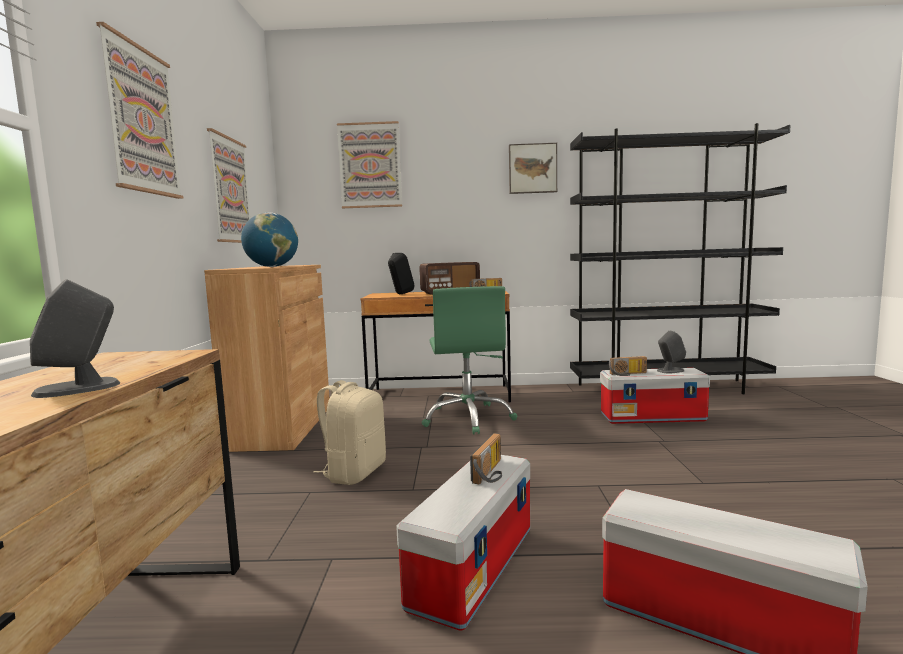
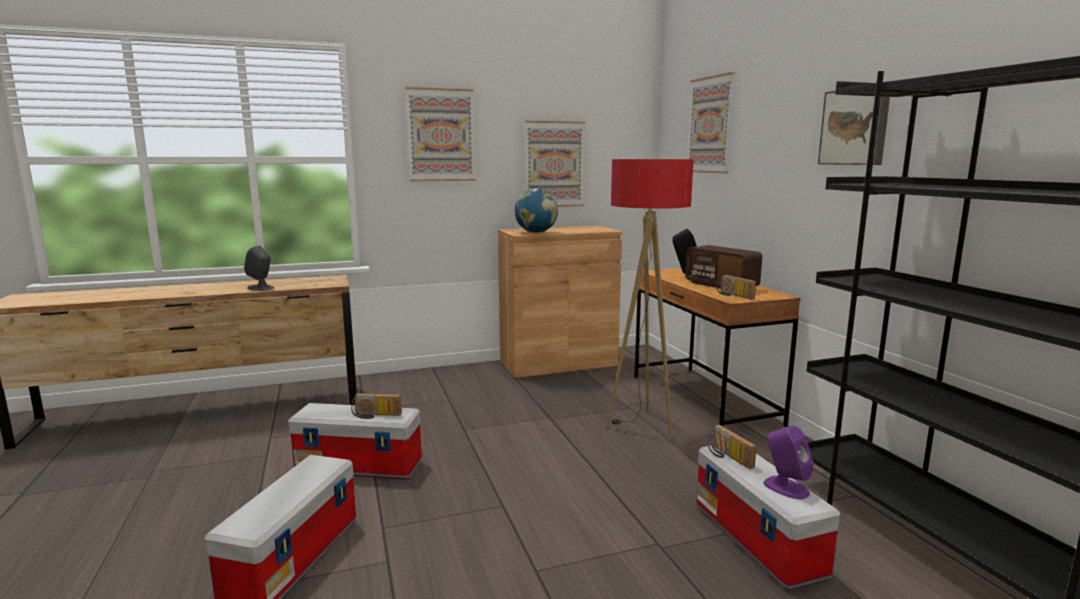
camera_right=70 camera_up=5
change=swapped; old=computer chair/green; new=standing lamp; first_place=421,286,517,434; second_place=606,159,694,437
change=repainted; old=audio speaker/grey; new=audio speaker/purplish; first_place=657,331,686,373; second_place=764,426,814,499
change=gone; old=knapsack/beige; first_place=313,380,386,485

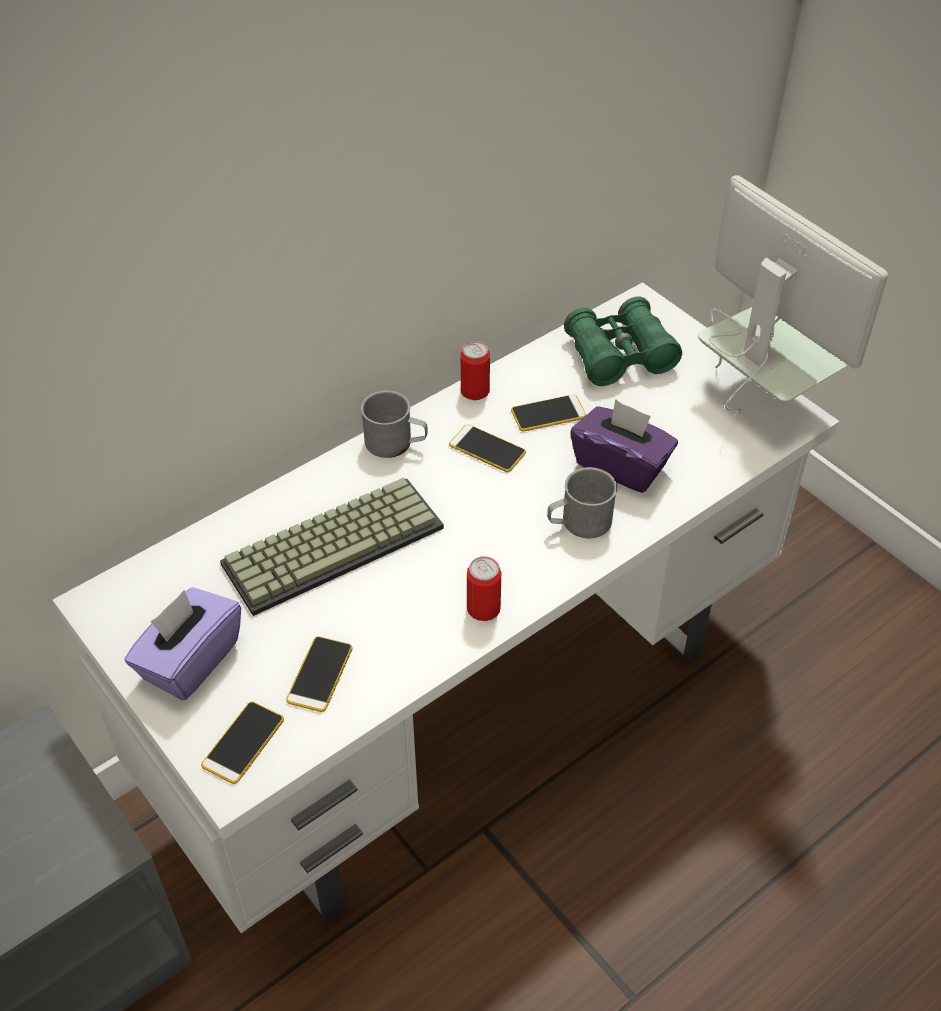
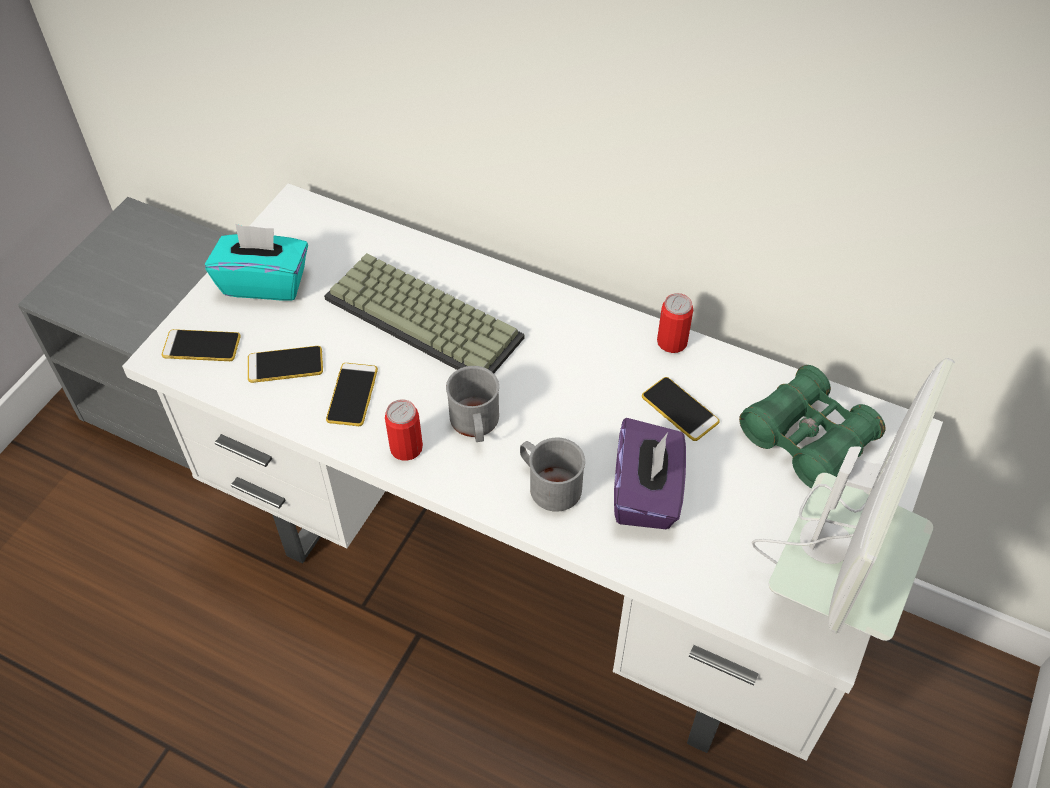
camera_right=65 camera_up=5
change=repainted; old=tissue box/purplish; new=tissue box/turquoise; first_place=125,587,241,700; second_place=205,224,308,301
change=shifted; old=telephone; first_place=449,424,526,472; second_place=326,363,378,426
change=shifted; old=coffee mug/grey; first_place=361,390,428,458; second_place=446,366,499,442

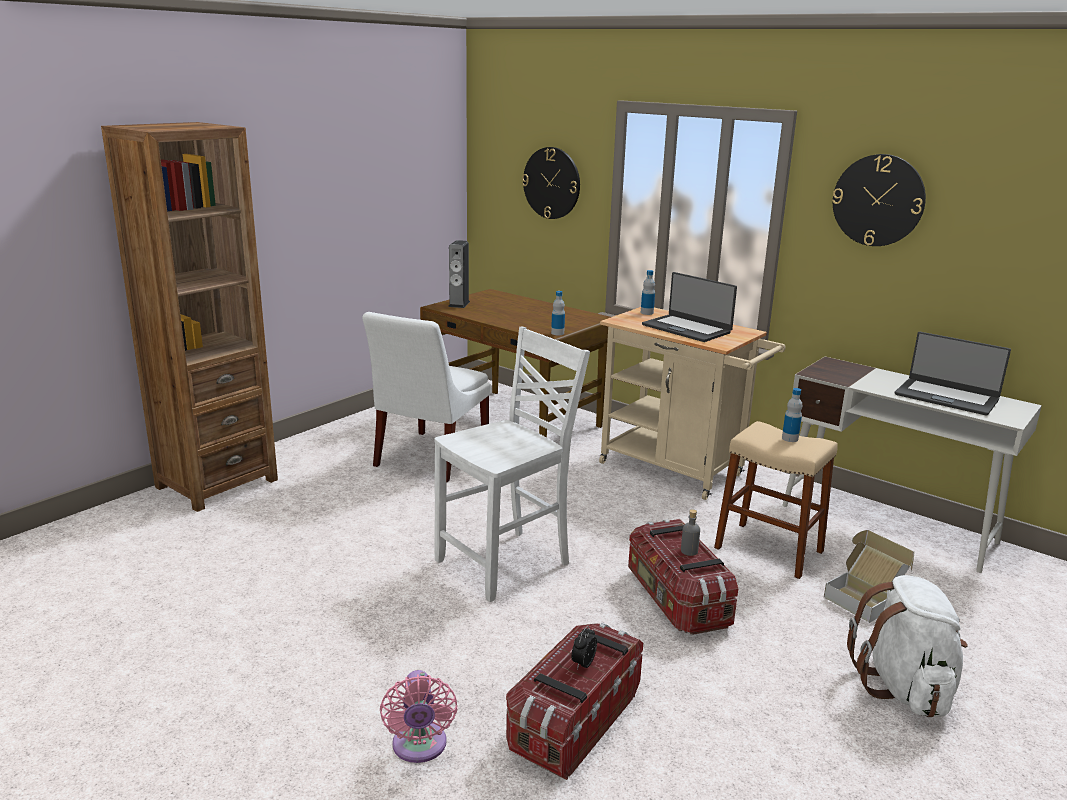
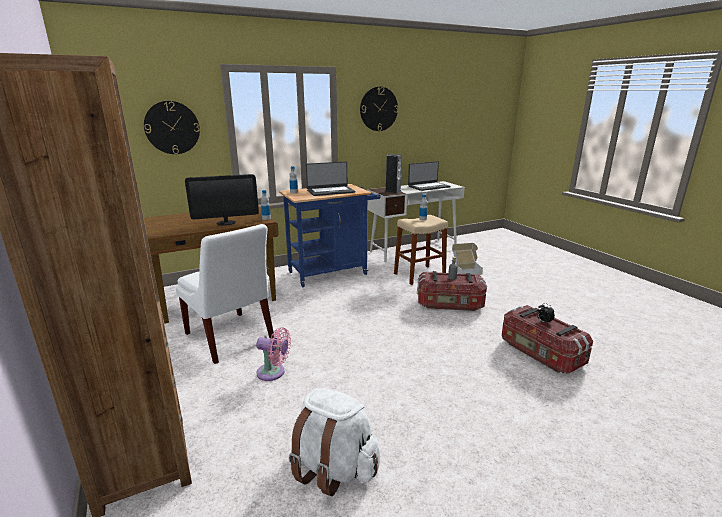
camera_right=-65 camera_up=0
change=new; new=computer screen; second_place=185,174,259,226
change=shifted; old=cooling fan/pink-coloured; first_place=380,670,457,763; second_place=256,327,291,381
change=repainted; old=cart/beige; new=cart/blue; first_place=599,307,786,500; second_place=279,184,381,287
change=shifted; old=knapsack/white; first_place=847,575,968,718; second_place=289,388,380,496
change=shifted; old=audio speaker; first_place=448,240,470,308; second_place=385,154,402,193
change=gone; old=plain chair/white; first_place=434,327,590,602

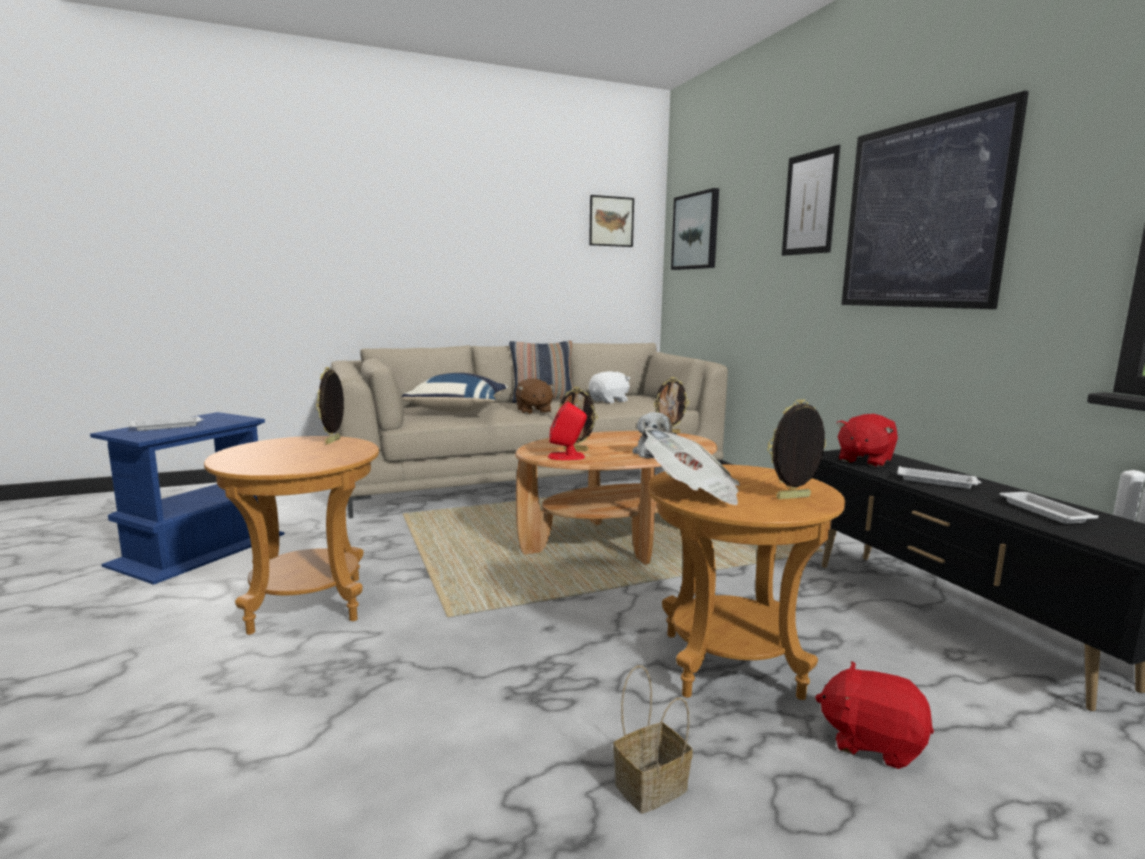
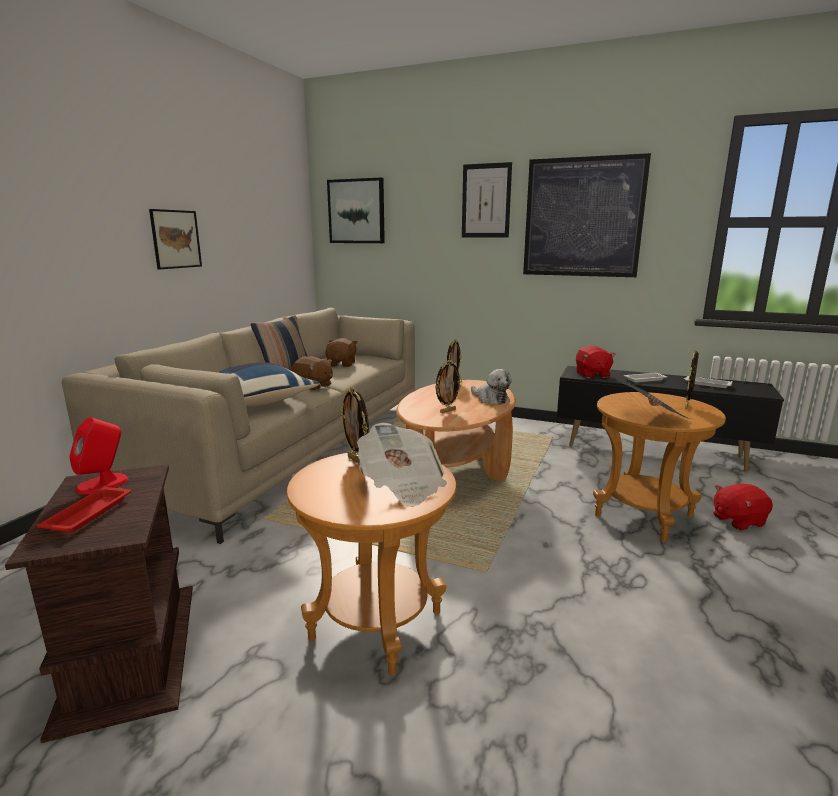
camera_right=-45 camera_up=5
change=repainted; old=end table/blue; new=end table/brownish; first_place=90,412,285,585; second_place=5,465,193,743
change=repainted; old=carrying tray/white; new=carrying tray/reddish; first_place=130,416,204,431; second_place=37,487,131,533
change=shifted; old=audio speaker/reddish; first_place=548,402,587,460; second_place=69,417,129,495
change=shifted; old=picture; first_place=589,195,634,247; second_place=149,209,202,269
change=repainted; old=plush toy/white; new=plush toy/brownish; first_place=589,371,630,404; second_place=325,338,358,367
change=new; new=printed paper; second_place=357,423,447,507
change=gone; old=household basket; first_place=613,665,693,814

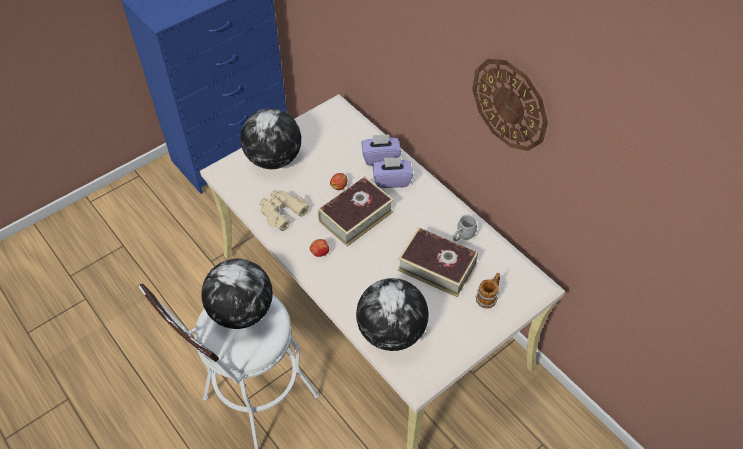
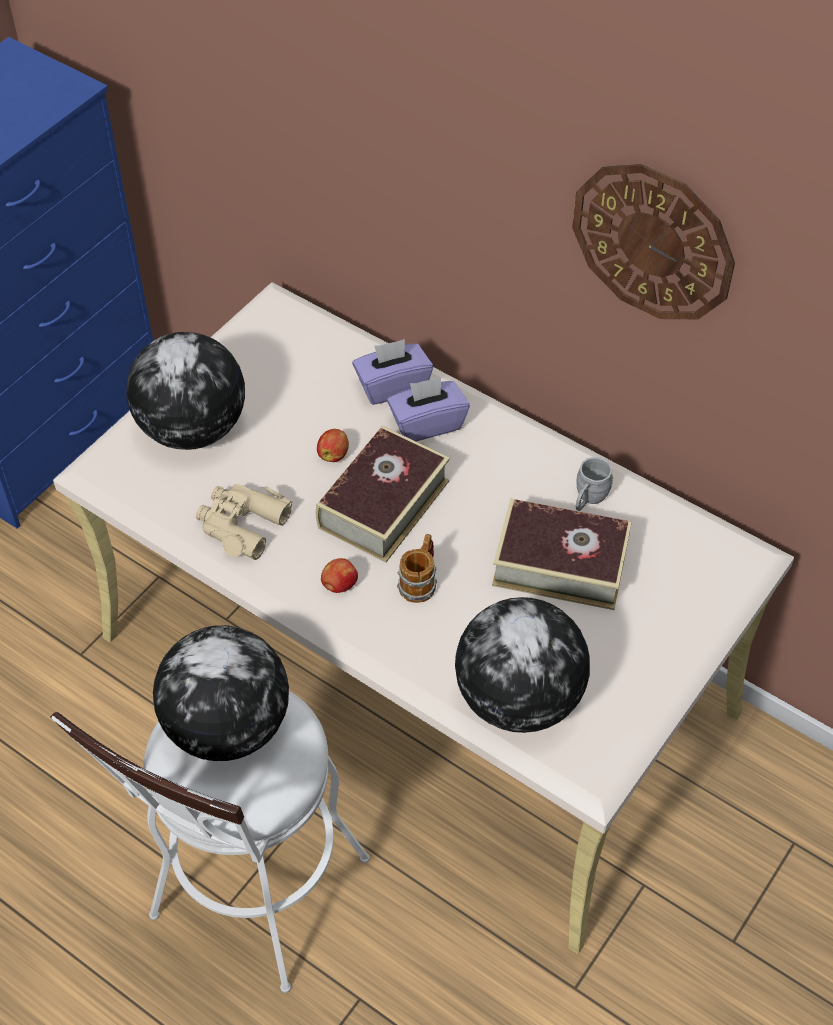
camera_right=-15 camera_up=0
change=shifted; old=coffee mug; first_place=476,273,500,309; second_place=397,534,437,603

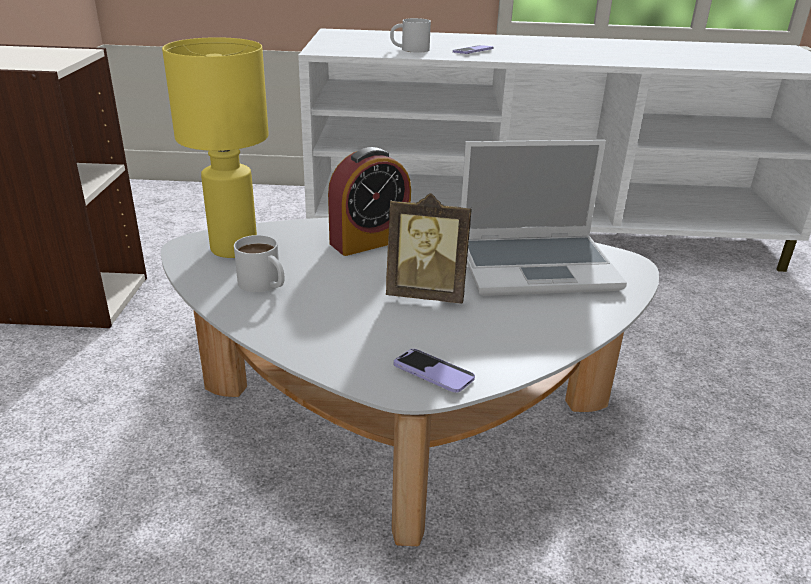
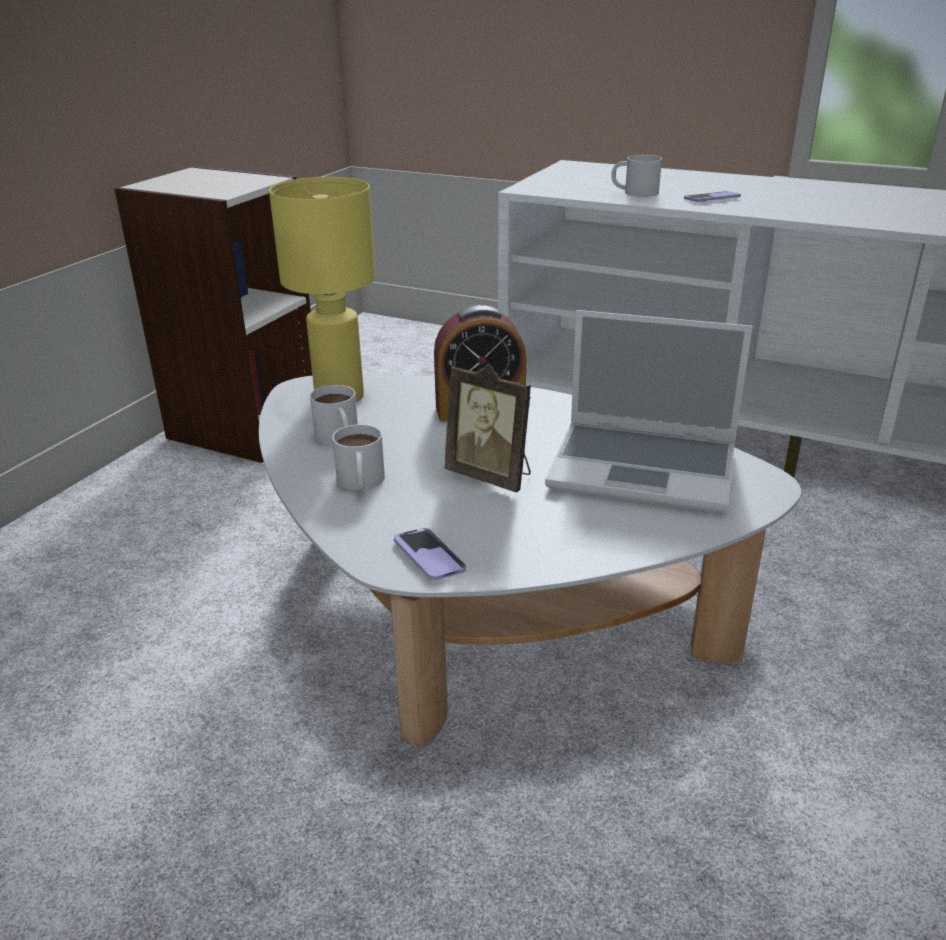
camera_right=25 camera_up=0
change=new; new=coffee mug/white; second_place=332,424,385,490

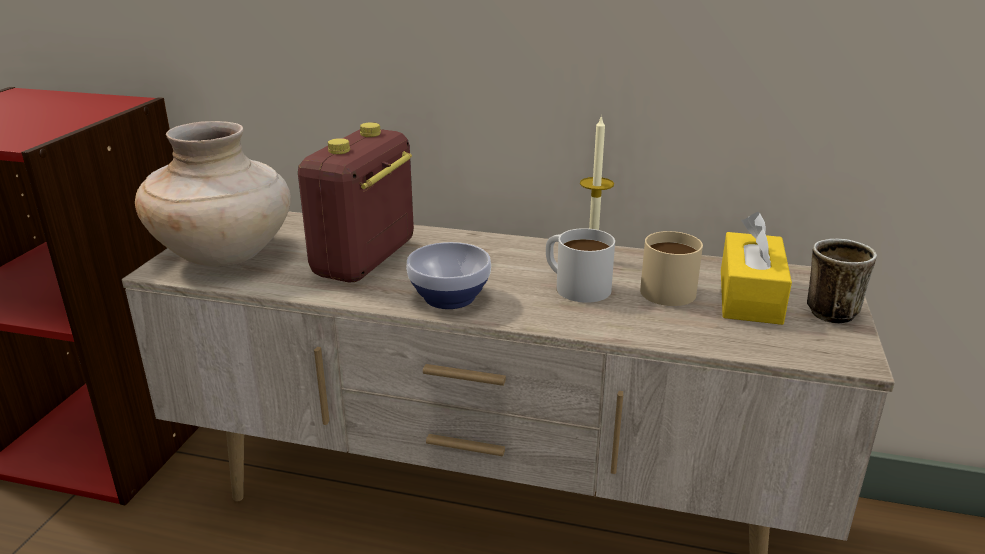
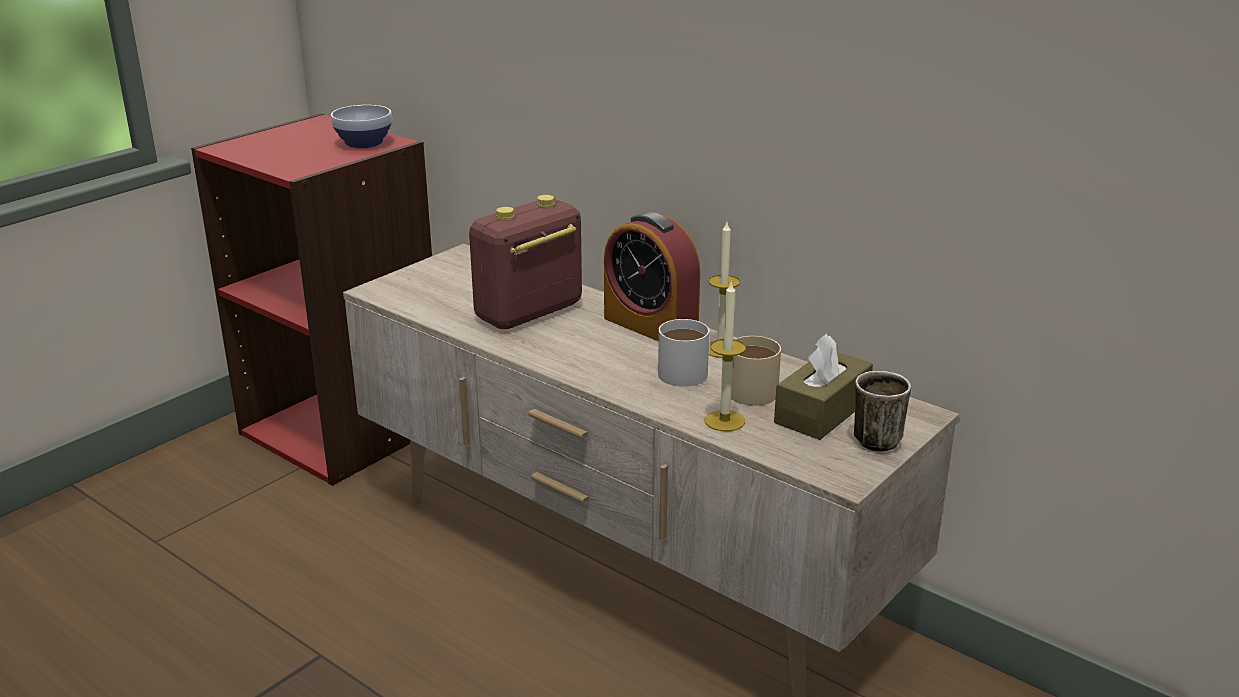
camera_right=25 camera_up=0
change=shifted; old=bowl; first_place=406,242,491,309; second_place=331,105,392,148
change=new; new=bedside clock; second_place=604,212,700,341
change=new; new=wax light; second_place=705,282,746,431
change=repainted; old=tissue box/yellowish; new=tissue box/brownish; first_place=721,212,792,325; second_place=774,334,873,440
change=gone; old=decorative vase/beige; first_place=135,121,291,267

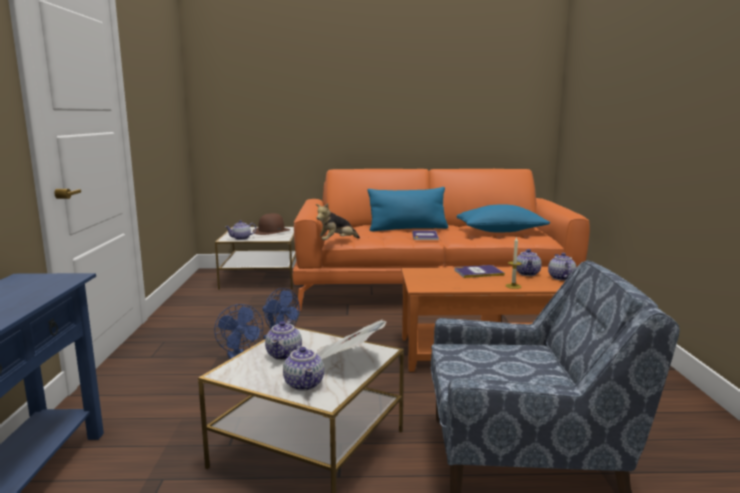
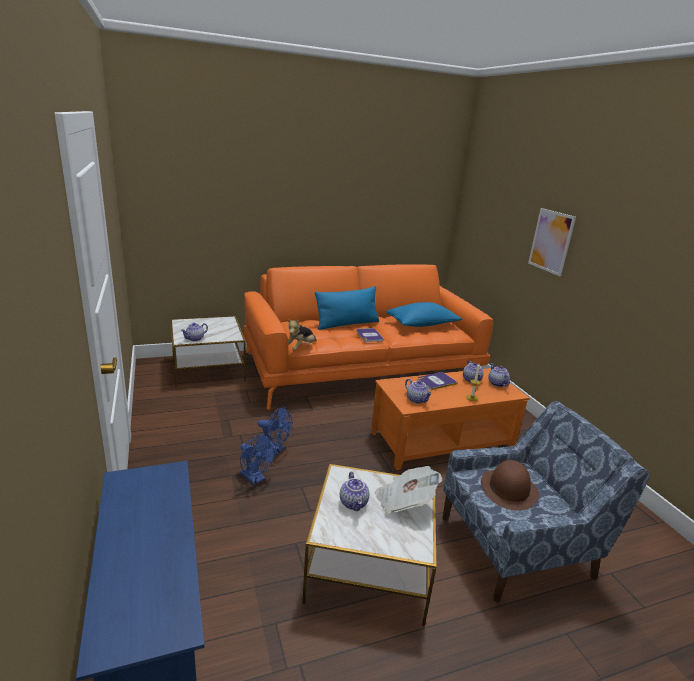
camera_right=-20 camera_up=10
change=shifted; old=pot for tea; first_place=283,344,324,391; second_place=405,378,432,404
change=shifted; old=wearable hat/brownish; first_place=253,213,290,235; second_place=481,460,539,511
change=new; new=picture; second_place=528,208,576,276

